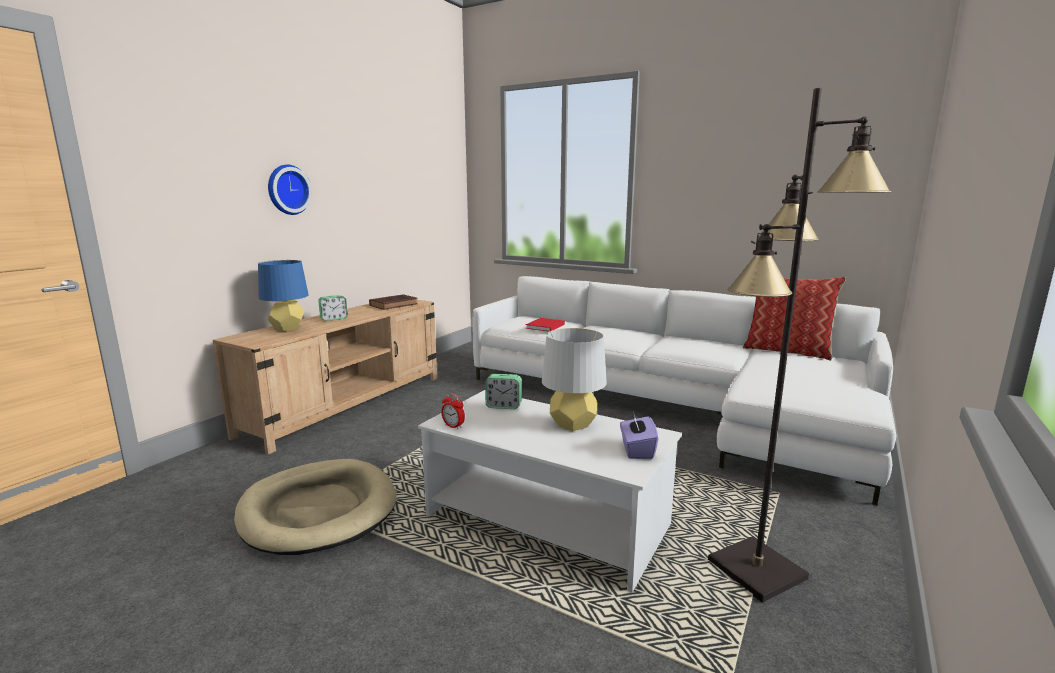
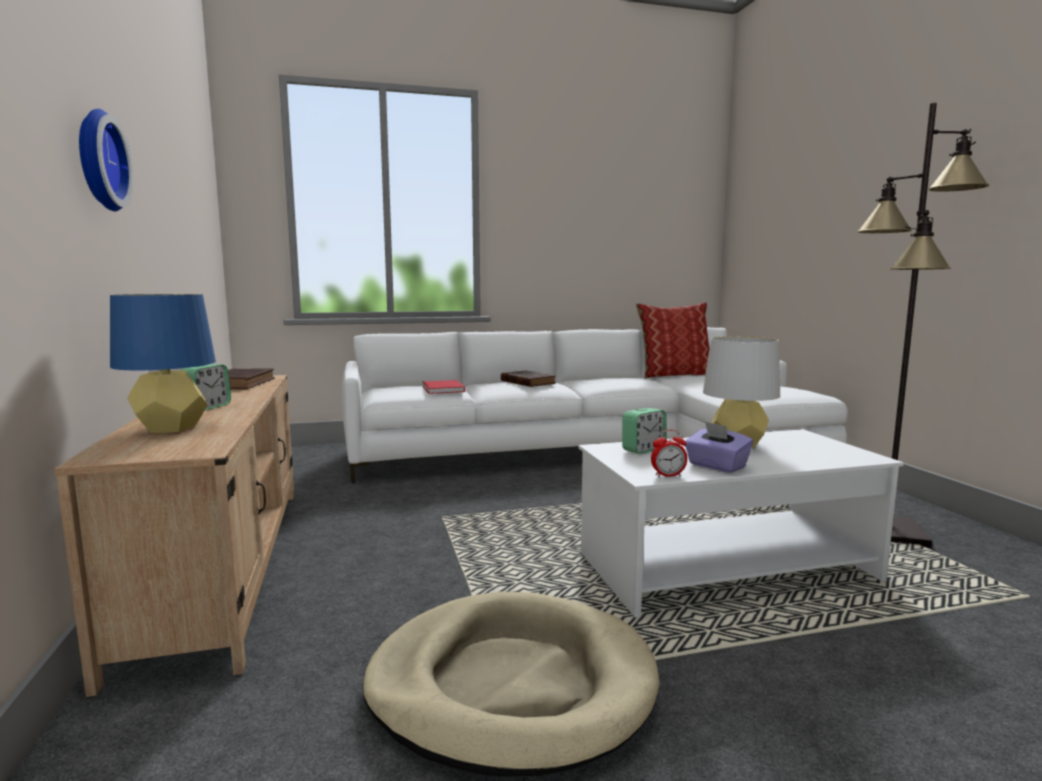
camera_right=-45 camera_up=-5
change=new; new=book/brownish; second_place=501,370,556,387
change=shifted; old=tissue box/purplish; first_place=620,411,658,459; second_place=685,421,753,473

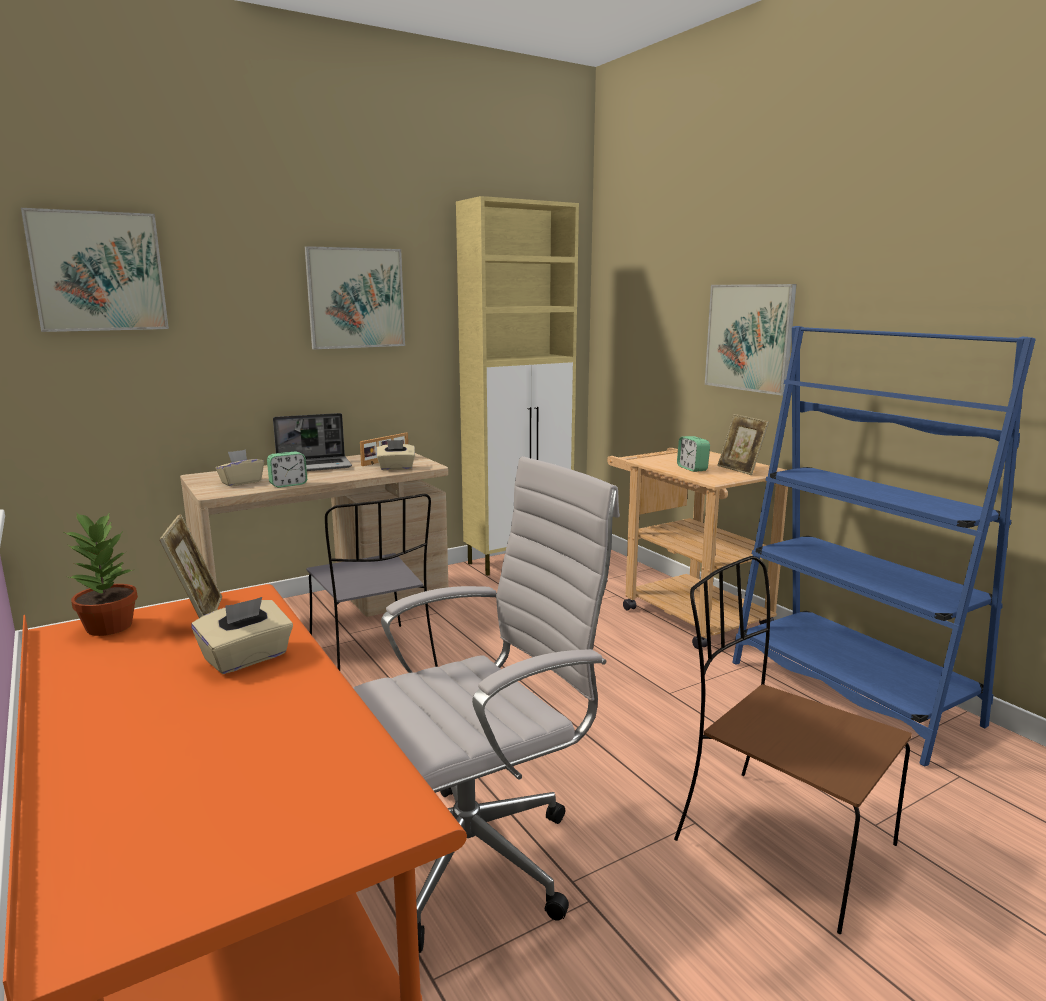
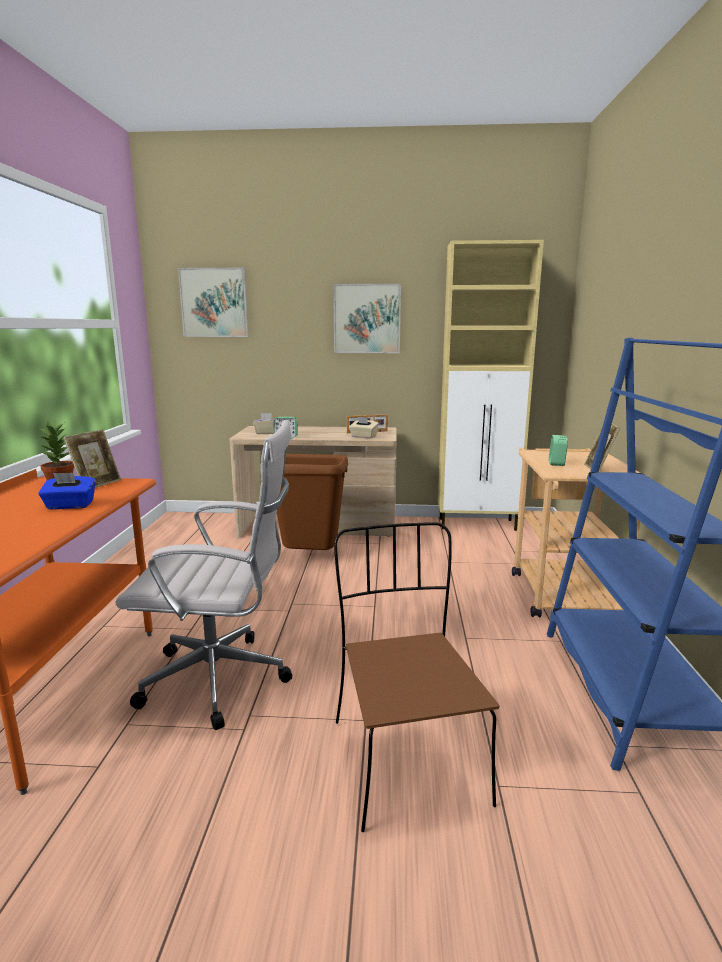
camera_right=35 camera_up=0
change=repainted; old=tissue box/beige; new=tissue box/blue; first_place=192,597,293,674; second_place=38,473,96,510
change=swapped; old=plain chair/grey; new=rubbish bin/brownish; first_place=306,494,438,671; second_place=277,454,348,550
change=gone; old=portable computer; first_place=273,413,352,471
change=gone; old=picture; first_place=705,284,797,396

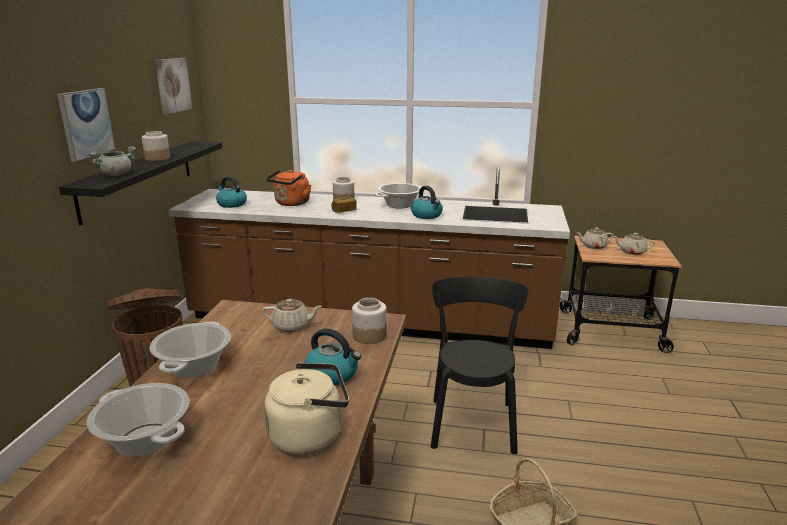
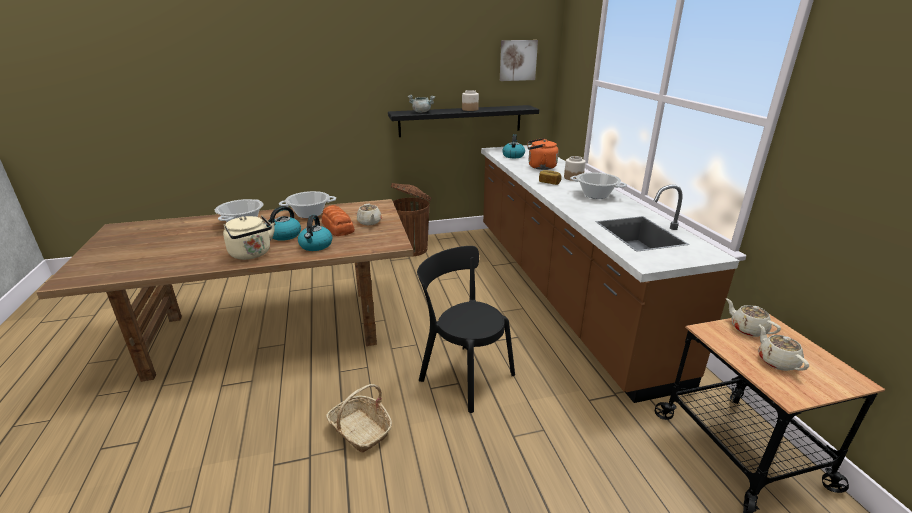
camera_right=65 camera_up=5
change=shifted; old=water kettle; first_place=411,186,443,219; second_place=265,206,301,241
change=new; new=bread; second_place=322,205,355,236
change=rotated; old=plain chair/black-coloured; first_place=431,276,528,455; second_place=417,246,515,413; degrees=-120
change=gone; old=picture; first_place=57,88,115,162
change=gone; old=preserve jar; first_place=352,298,387,344

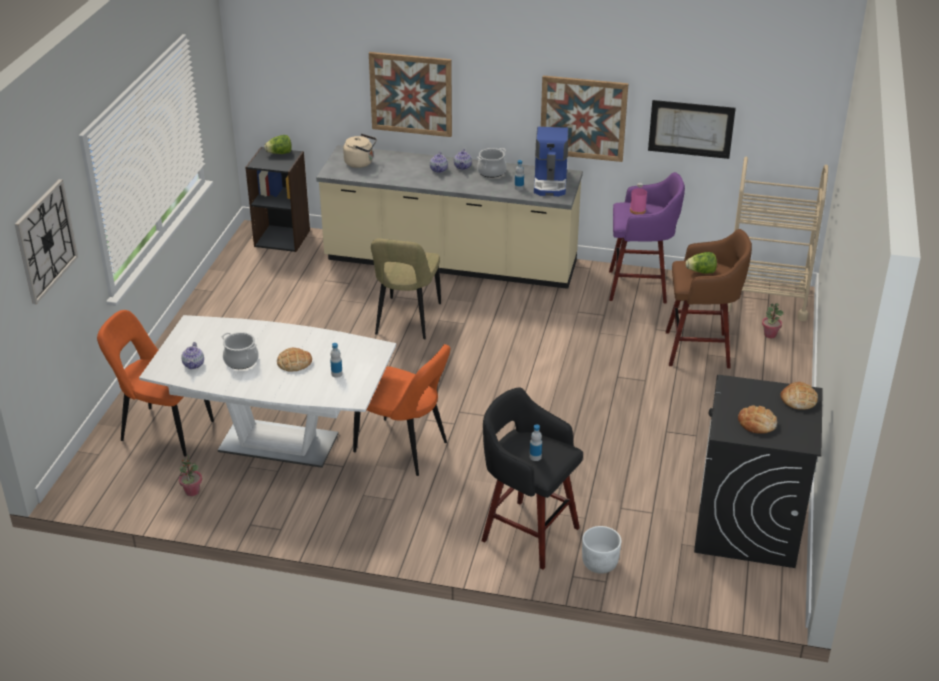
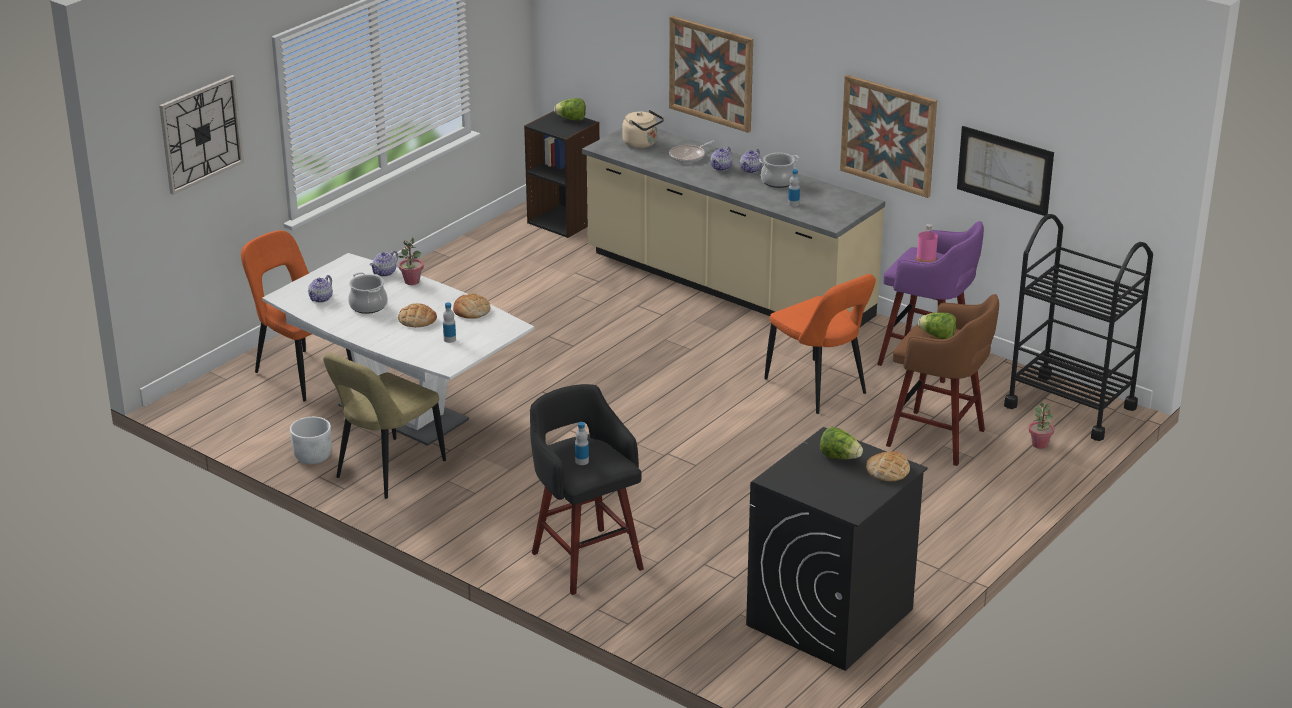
camera_right=25 camera_up=-5
change=shifted; old=plant pot/white; first_place=582,526,621,574; second_place=290,417,331,464
change=shifted; old=plain chair/beige; first_place=371,239,441,339; second_place=323,352,446,499
change=new; new=pot for tea; second_place=370,250,398,276
change=shifted; old=potted plant; first_place=179,454,202,496; second_place=398,237,424,285
change=shifted; old=bread; first_place=738,405,777,434; second_place=453,293,490,319
change=new; new=frying pan; second_place=669,141,714,163
change=shifted; old=plain chair/orange; first_place=353,344,450,476; second_place=764,274,876,414
change=new; new=lettuce head; second_place=820,427,863,459
change=repainted; old=cart/beige; new=cart/black-coloured; first_place=728,157,828,321; second_place=1004,214,1153,441
change=gone; old=coffee brewer; first_place=534,127,569,196

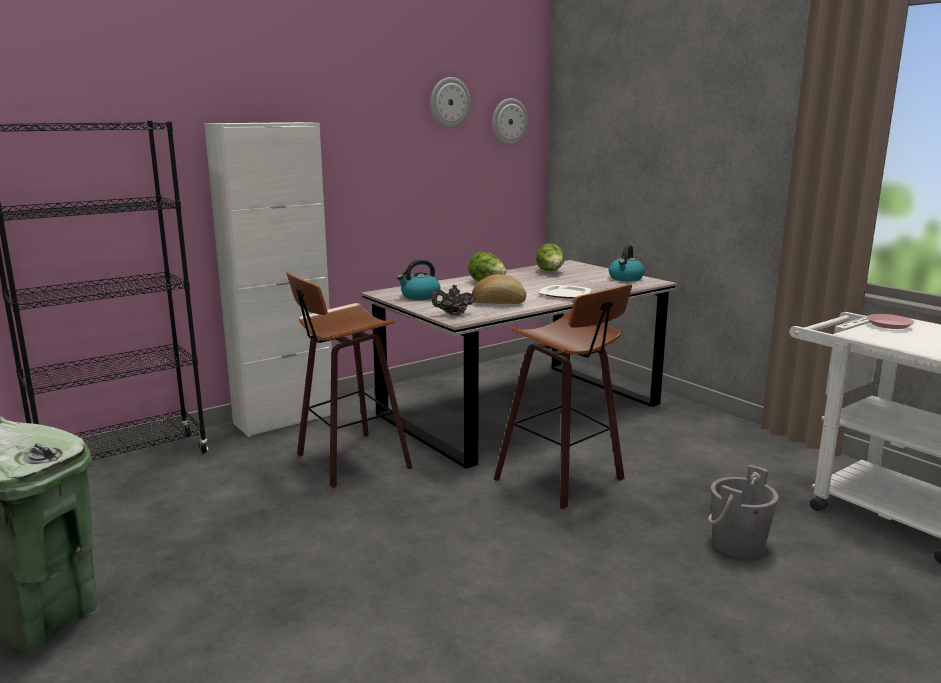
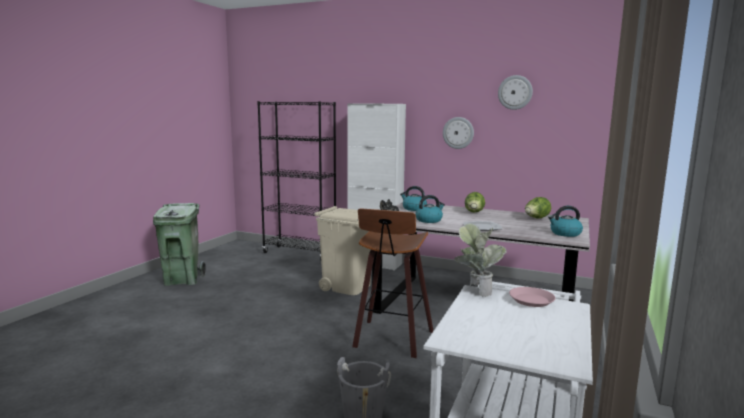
camera_right=60 camera_up=-5
change=swapped; old=stool seat; new=rubbish bin/beige; first_place=286,272,413,488; second_place=314,206,371,295
change=swapped; old=bread; new=water kettle; first_place=472,274,526,304; second_place=415,195,445,223
change=shifted; old=clock on the wall; first_place=492,98,528,146; second_place=443,117,474,149
change=new; new=potted plant; second_place=454,223,507,297

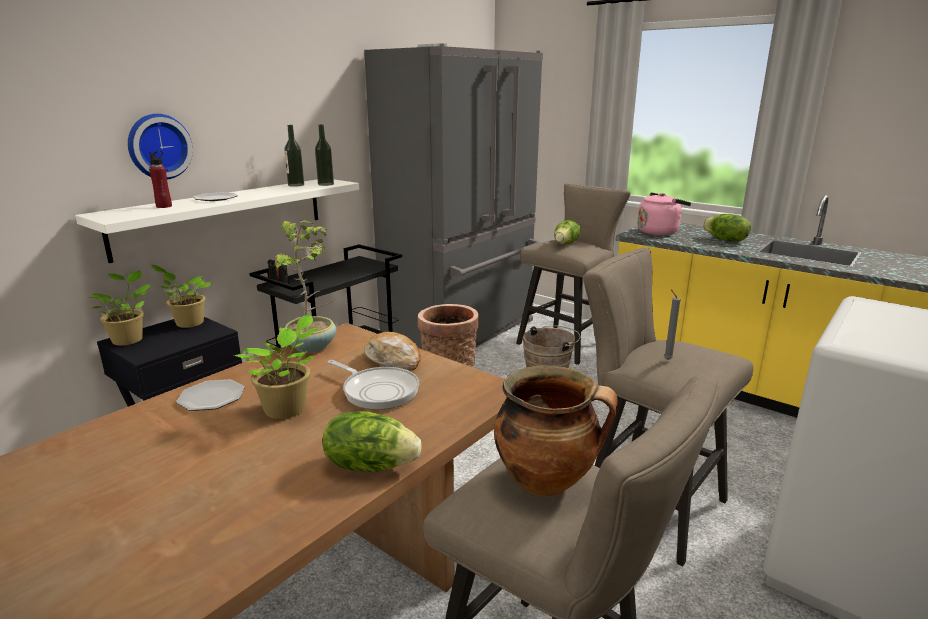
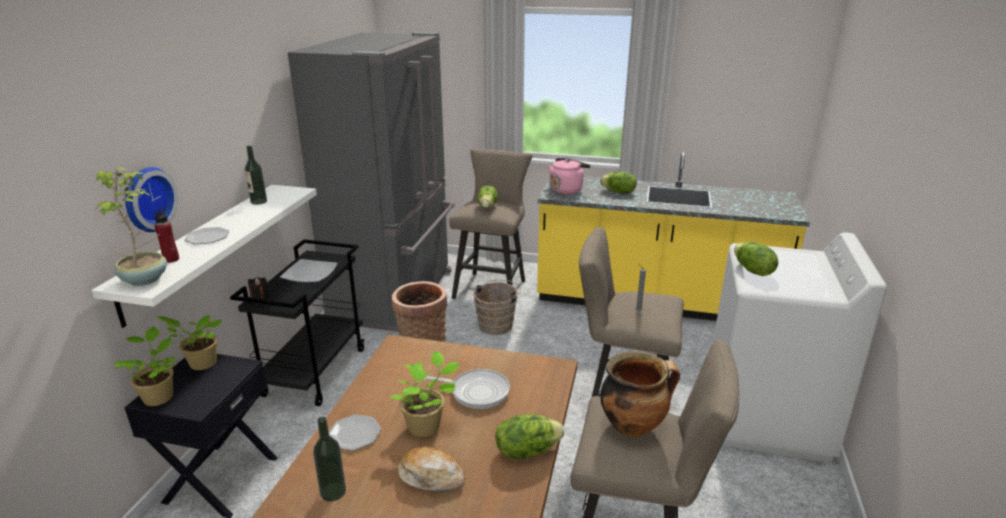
camera_right=-25 camera_up=5
change=shifted; old=potted plant; first_place=275,220,336,353; second_place=95,168,167,286
change=new; new=dinner plate; second_place=280,259,338,283
change=shifted; old=beverage bottle; first_place=315,124,334,186; second_place=313,417,346,502
change=shifted; old=bread; first_place=364,332,421,370; second_place=397,447,465,491
change=new; new=lettuce head; second_place=734,242,778,276

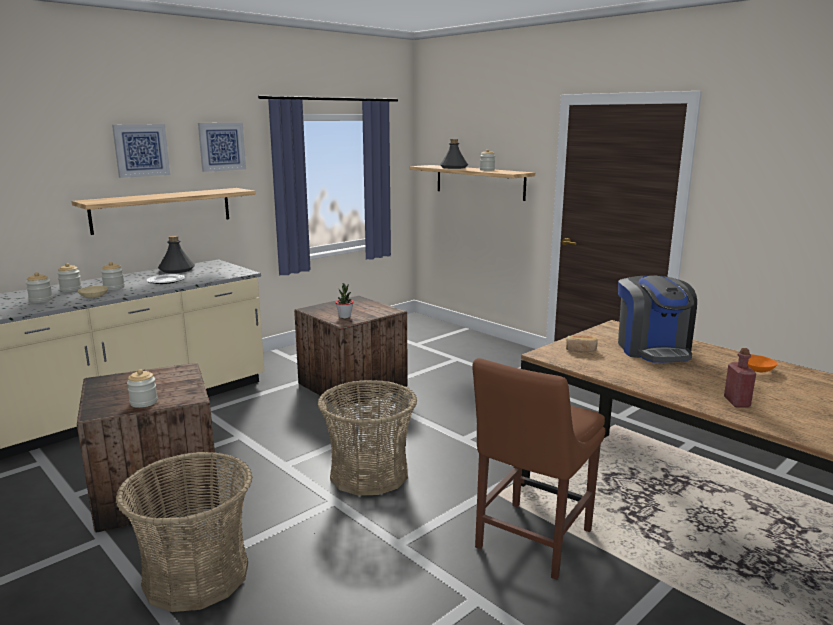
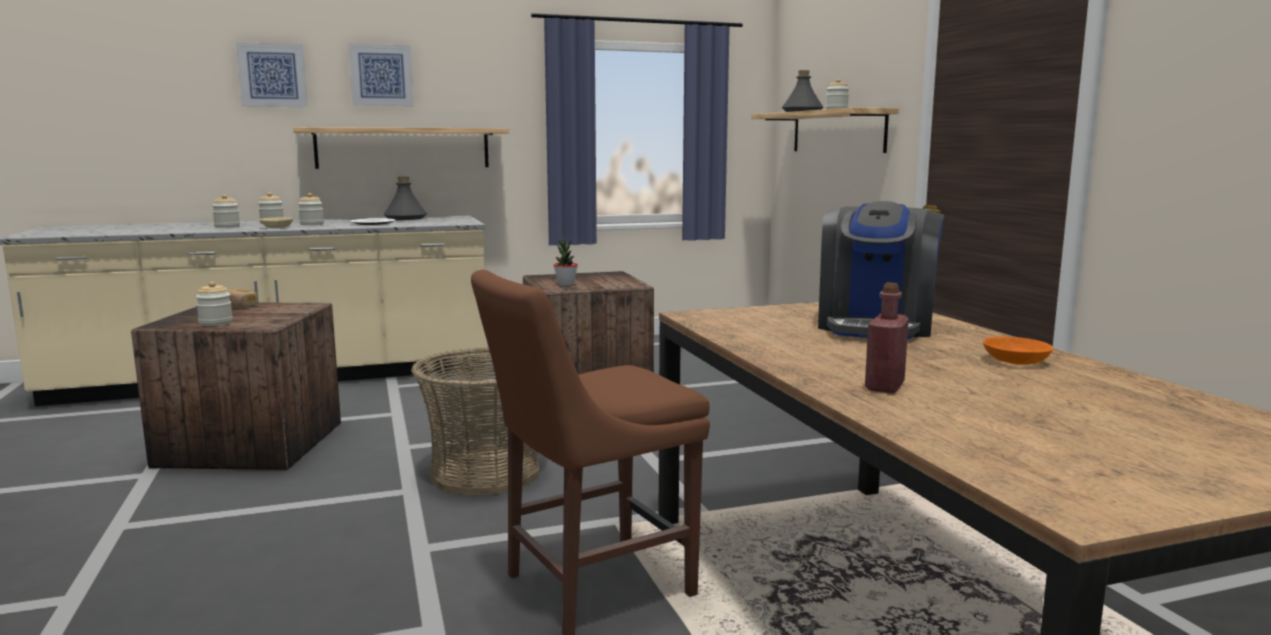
camera_right=25 camera_up=-5
change=shifted; old=bread; first_place=566,336,598,352; second_place=227,290,258,308
change=shifted; old=picture; first_place=198,123,246,172; second_place=236,42,308,107
change=gone; old=household basket; first_place=116,452,253,612

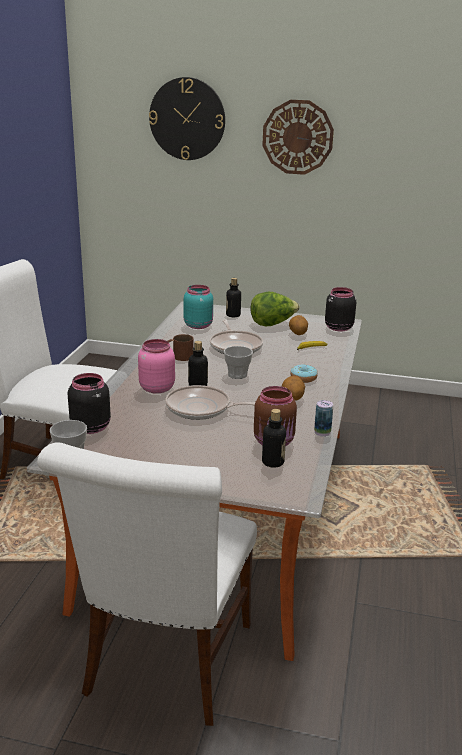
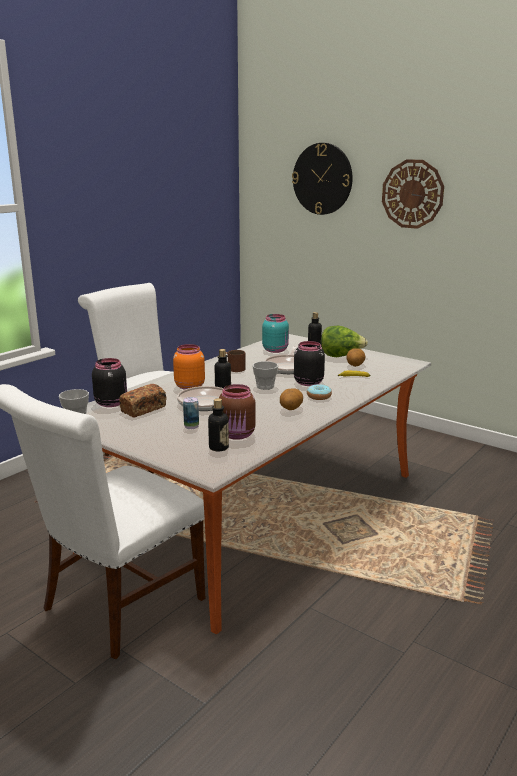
camera_right=25 camera_up=-5
change=new; new=bread; second_place=119,384,166,418
change=repainted; old=preserve jar/pink-coloured; new=preserve jar/orange; first_place=138,339,175,394; second_place=173,344,205,390
change=shifted; old=sealed can; first_place=314,400,333,437; second_place=183,397,199,429
change=shifted; old=preserve jar/black-coloured; first_place=325,287,356,331; second_place=294,341,325,386

